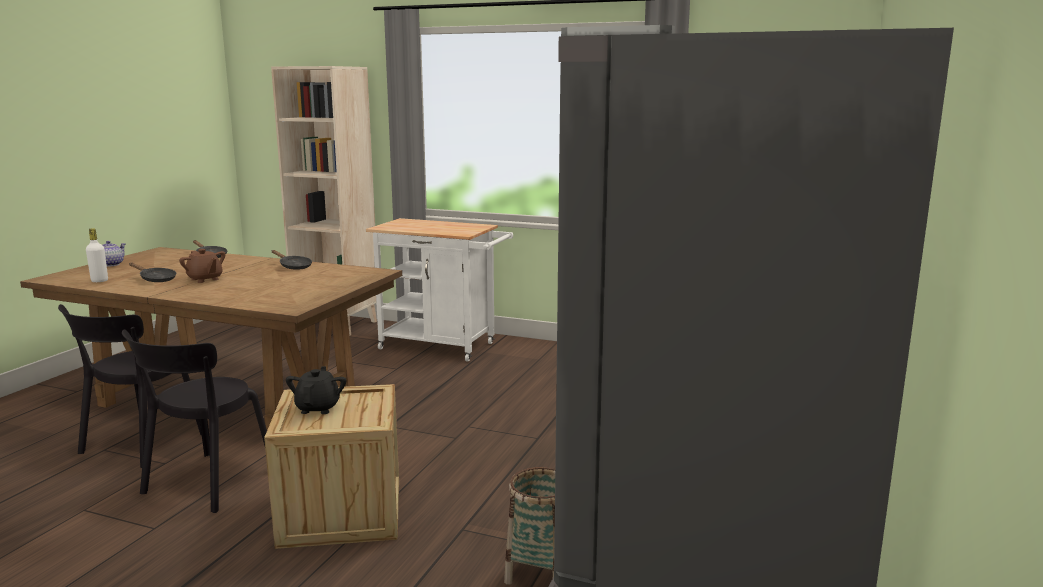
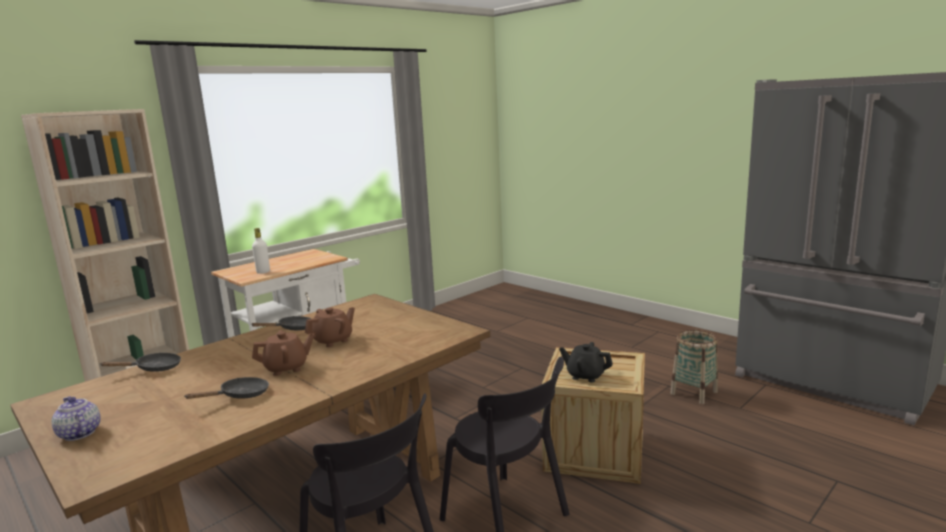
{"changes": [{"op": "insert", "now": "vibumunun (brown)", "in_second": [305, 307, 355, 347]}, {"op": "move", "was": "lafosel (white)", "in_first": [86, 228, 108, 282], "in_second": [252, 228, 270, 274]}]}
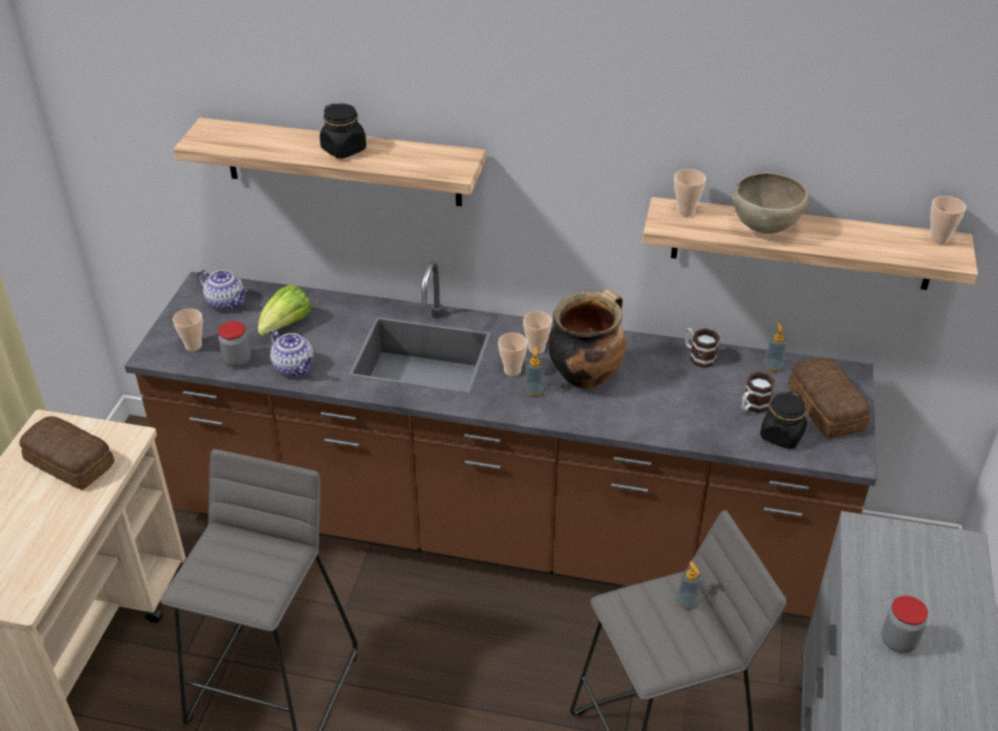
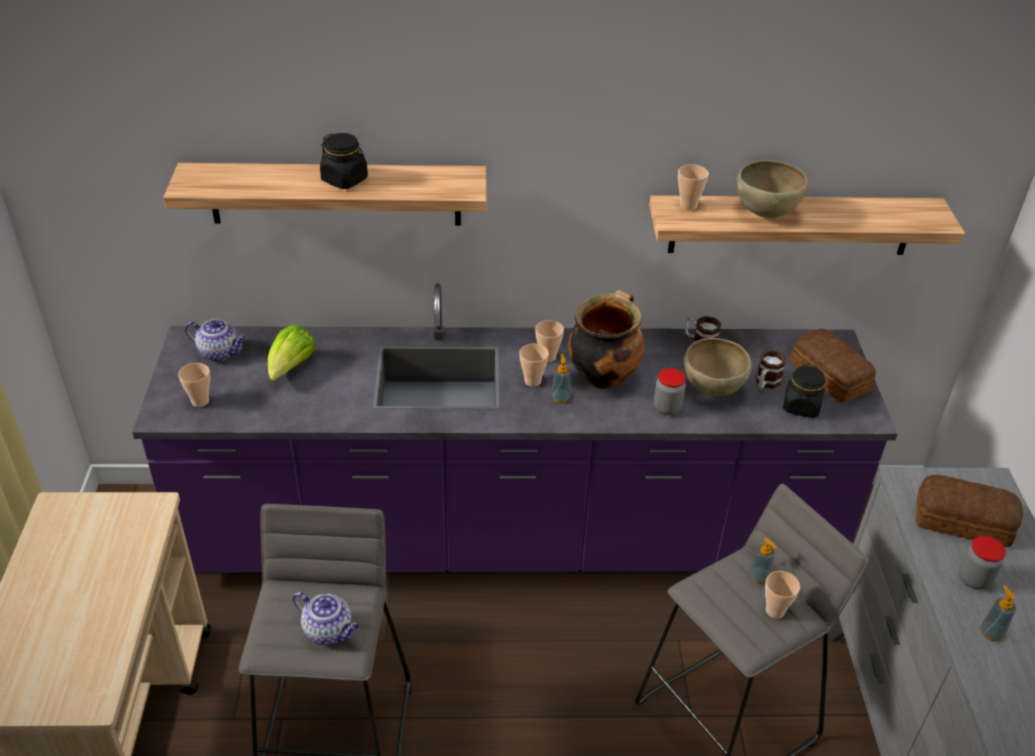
{"changes": [{"op": "insert", "now": "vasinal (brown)", "in_second": [684, 338, 752, 397]}, {"op": "move", "was": "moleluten", "in_first": [19, 416, 115, 490], "in_second": [916, 475, 1023, 547]}, {"op": "move", "was": "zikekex", "in_first": [218, 321, 251, 367], "in_second": [654, 368, 686, 415]}, {"op": "move", "was": "vibumunun", "in_first": [269, 329, 314, 377], "in_second": [293, 592, 359, 646]}, {"op": "move", "was": "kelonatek", "in_first": [764, 323, 787, 372], "in_second": [981, 585, 1016, 641]}, {"op": "move", "was": "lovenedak", "in_first": [930, 196, 966, 245], "in_second": [765, 571, 800, 619]}, {"op": "recolor", "was": "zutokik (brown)", "now": "zutokik (purple)", "in_first": [125, 261, 877, 618], "in_second": [132, 284, 897, 573]}]}
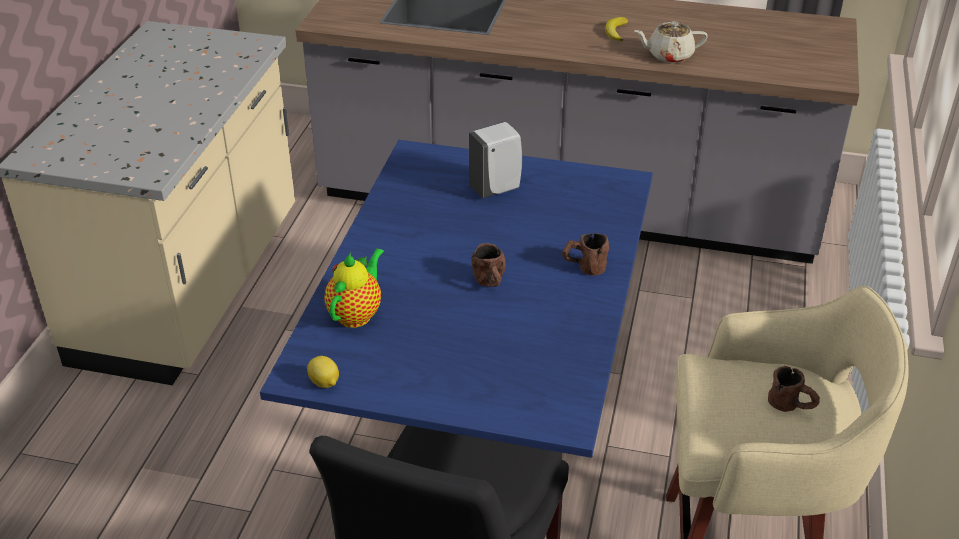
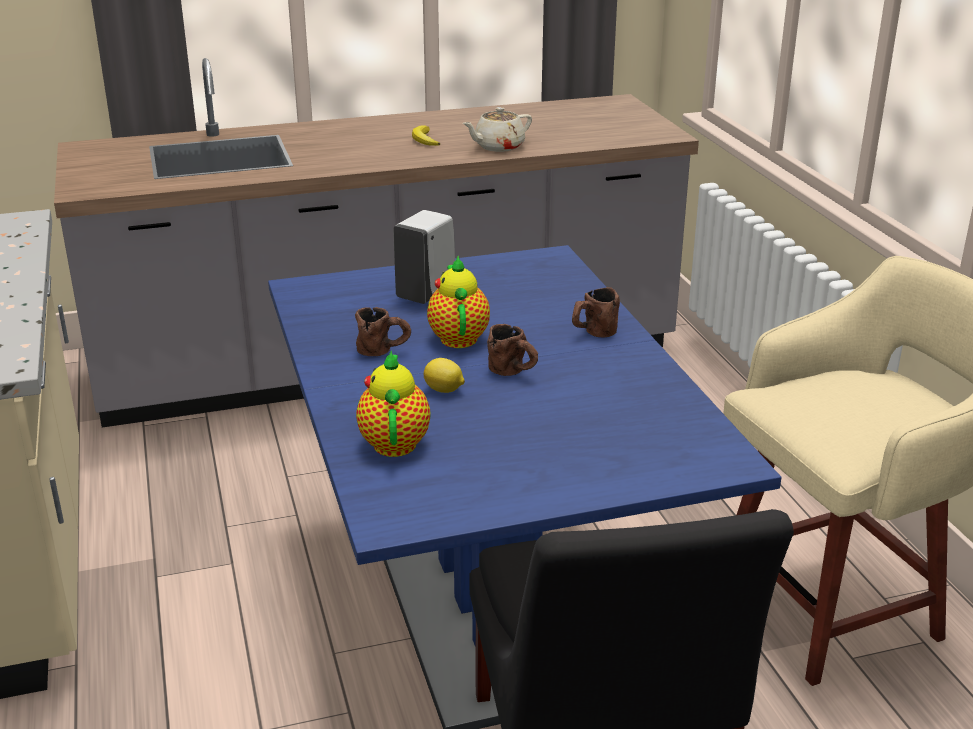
{"changes": [{"op": "insert", "now": "vibumunun", "in_second": [427, 256, 490, 348]}, {"op": "move", "was": "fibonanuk", "in_first": [307, 356, 339, 388], "in_second": [424, 358, 465, 393]}, {"op": "move", "was": "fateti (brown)", "in_first": [768, 366, 820, 412], "in_second": [355, 307, 411, 356]}]}
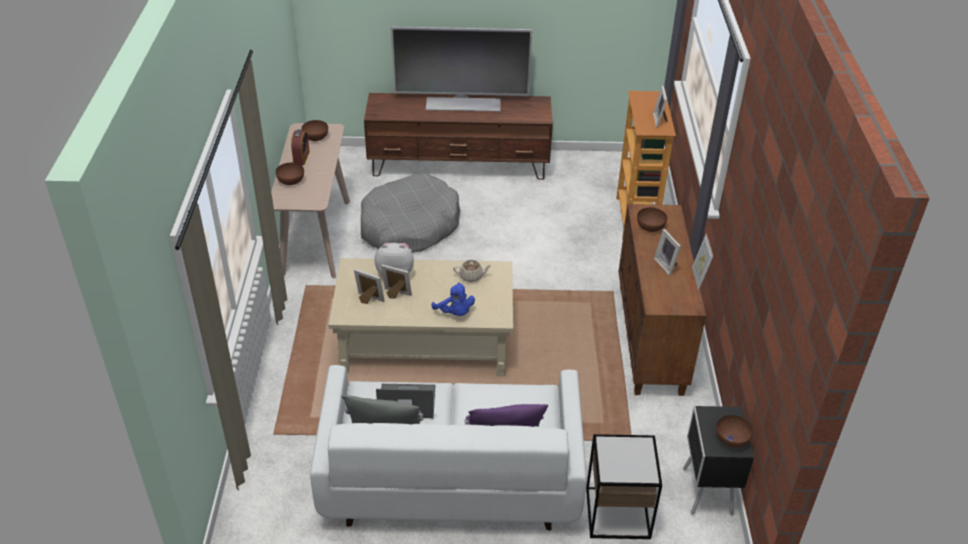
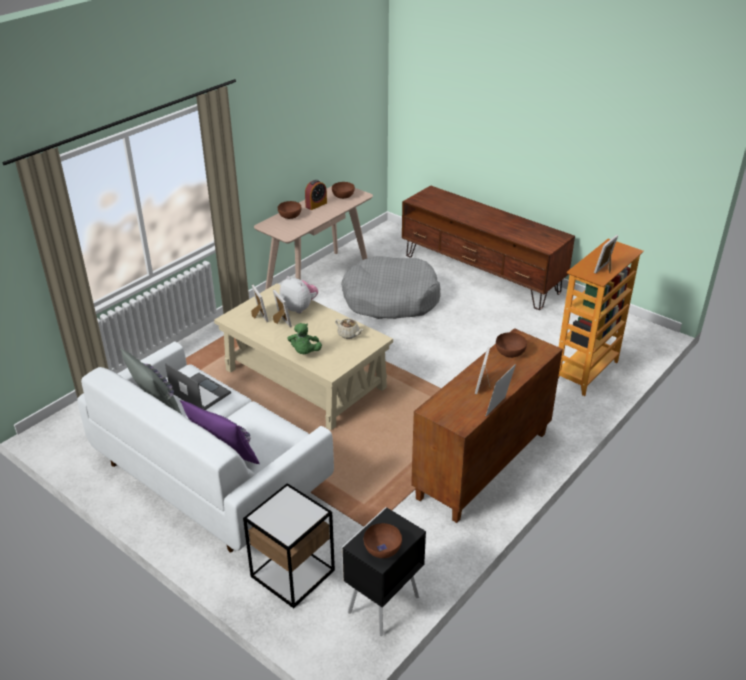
{"changes": [{"op": "delete", "was": "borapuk", "in_first": [391, 26, 533, 112]}, {"op": "recolor", "was": "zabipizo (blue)", "now": "zabipizo (green)", "in_first": [432, 283, 475, 316], "in_second": [288, 323, 322, 354]}]}
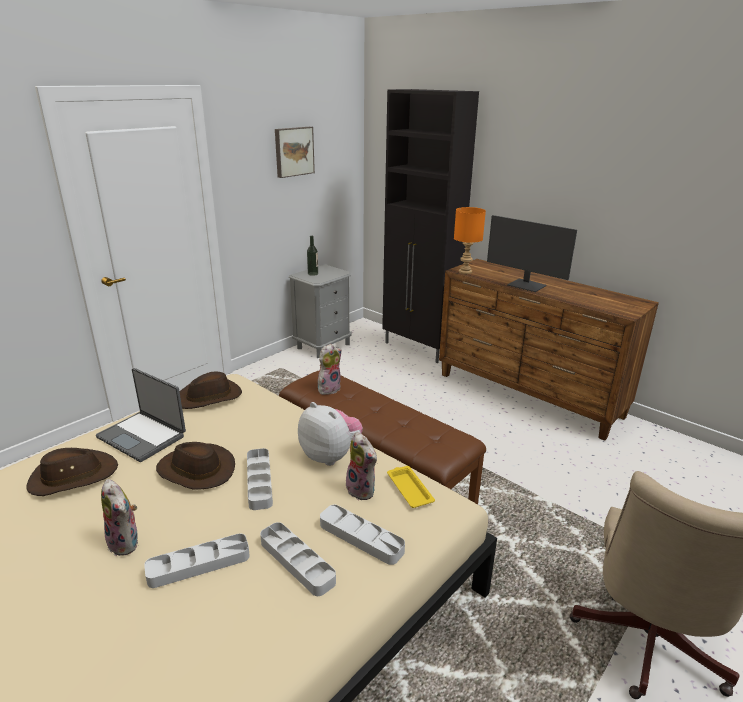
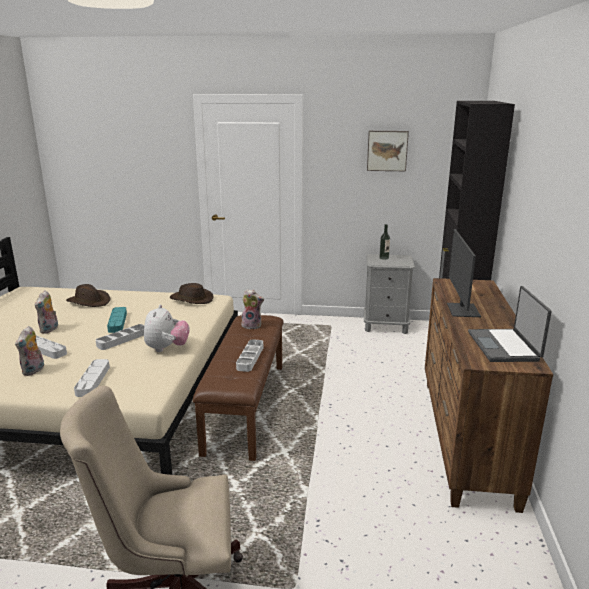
{"changes": [{"op": "delete", "was": "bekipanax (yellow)", "in_first": [387, 466, 435, 508]}, {"op": "delete", "was": "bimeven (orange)", "in_first": [454, 207, 486, 274]}, {"op": "move", "was": "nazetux", "in_first": [96, 368, 186, 462], "in_second": [468, 286, 552, 362]}, {"op": "move", "was": "bekipanax (grey)", "in_first": [260, 522, 336, 596], "in_second": [236, 339, 263, 372]}, {"op": "move", "was": "zabipizo", "in_first": [346, 432, 377, 500], "in_second": [15, 326, 44, 376]}, {"op": "replace", "was": "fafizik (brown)", "now": "bekipanax (turquoise)", "in_first": [156, 442, 235, 489], "in_second": [107, 307, 127, 333]}]}
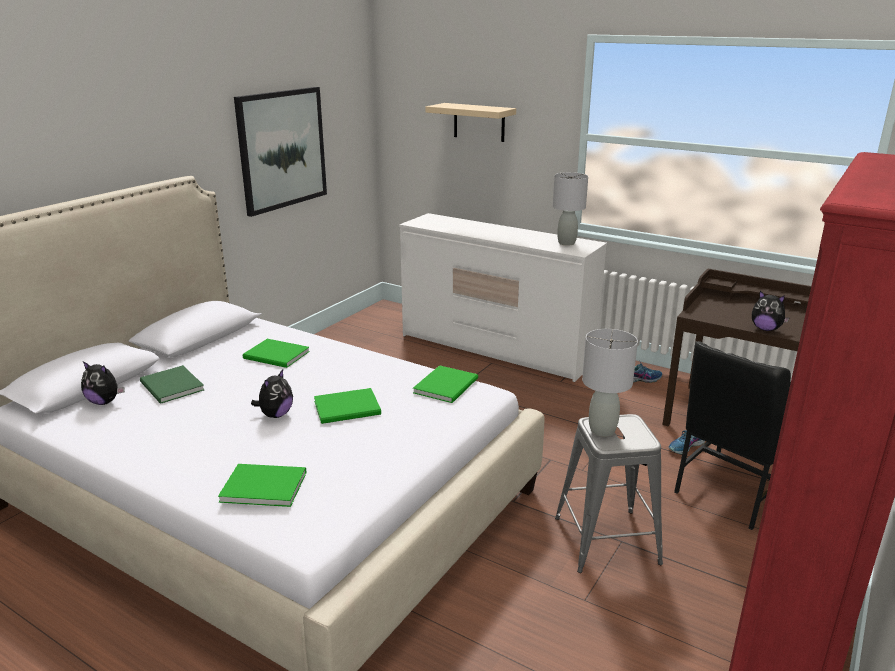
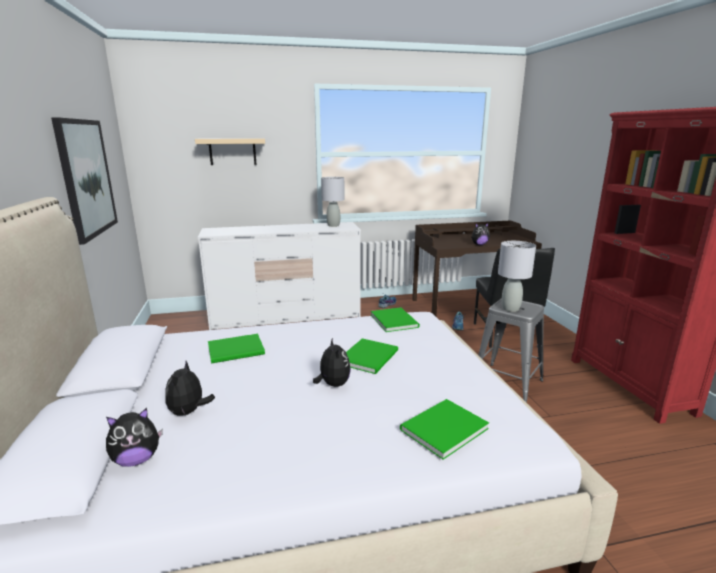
{"changes": [{"op": "replace", "was": "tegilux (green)", "now": "zabipizo", "in_first": [140, 365, 204, 404], "in_second": [165, 361, 215, 416]}]}
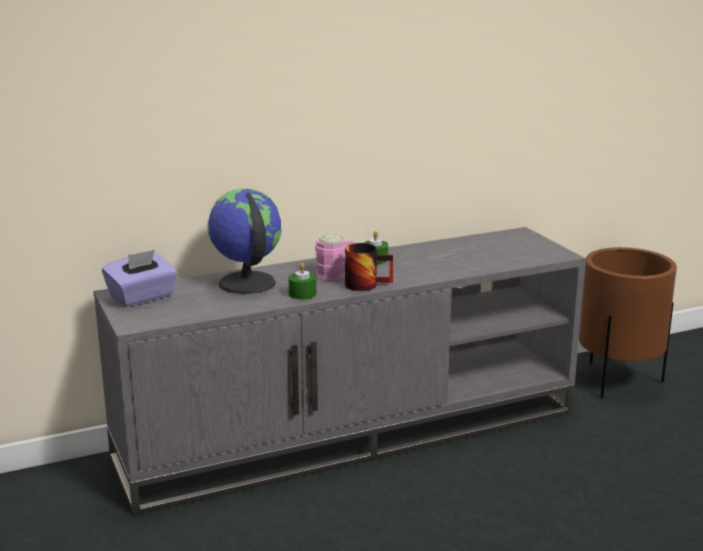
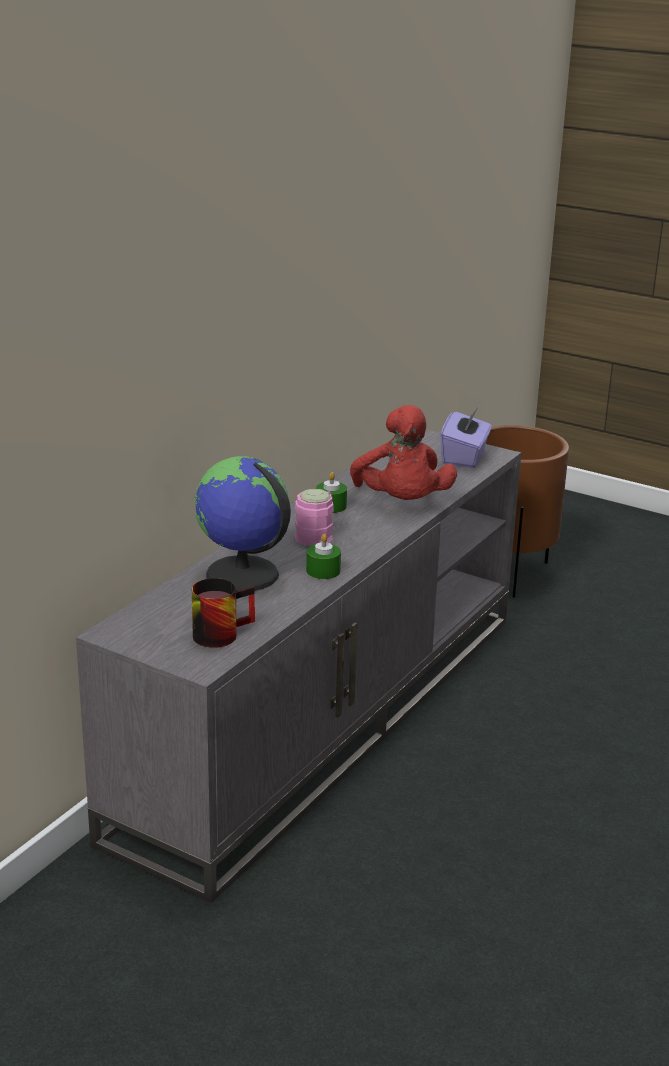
{"changes": [{"op": "insert", "now": "zabipizo (red)", "in_second": [350, 405, 457, 500]}, {"op": "move", "was": "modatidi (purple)", "in_first": [102, 250, 178, 307], "in_second": [440, 406, 492, 468]}, {"op": "move", "was": "fateti", "in_first": [345, 243, 393, 291], "in_second": [192, 578, 255, 648]}]}
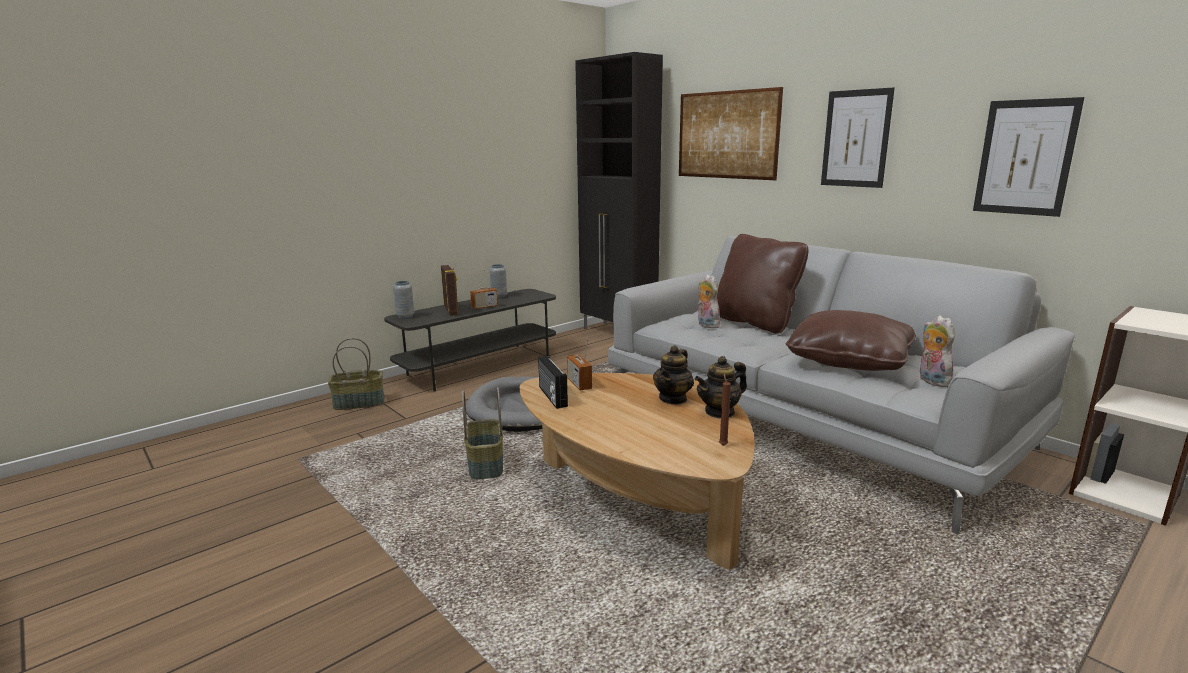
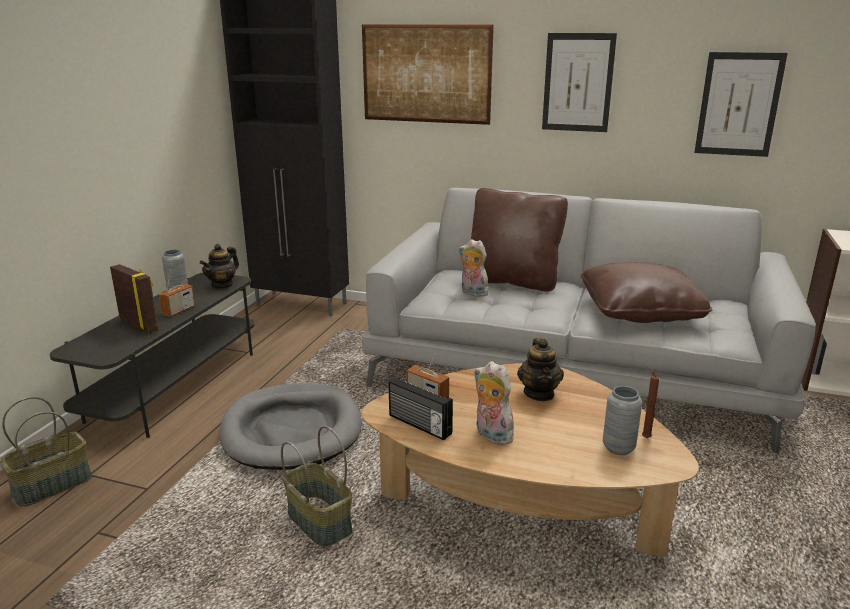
{"changes": [{"op": "move", "was": "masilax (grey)", "in_first": [393, 281, 414, 318], "in_second": [603, 386, 642, 455]}, {"op": "move", "was": "vibumunun", "in_first": [695, 356, 747, 419], "in_second": [200, 244, 239, 289]}, {"op": "move", "was": "zabipizo", "in_first": [920, 315, 955, 387], "in_second": [474, 361, 515, 445]}]}
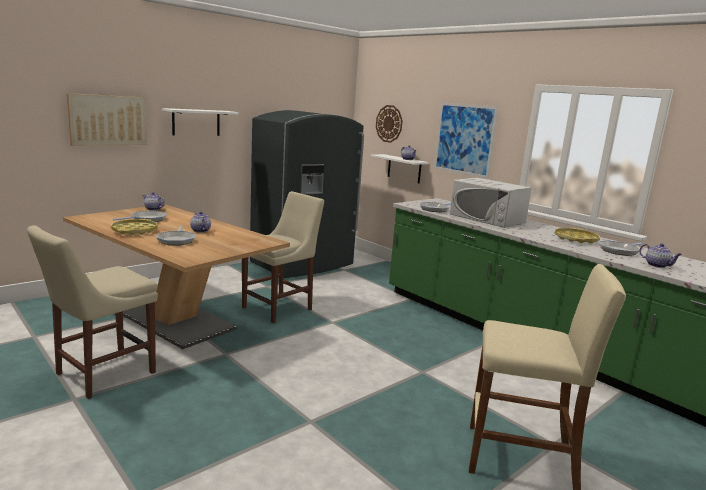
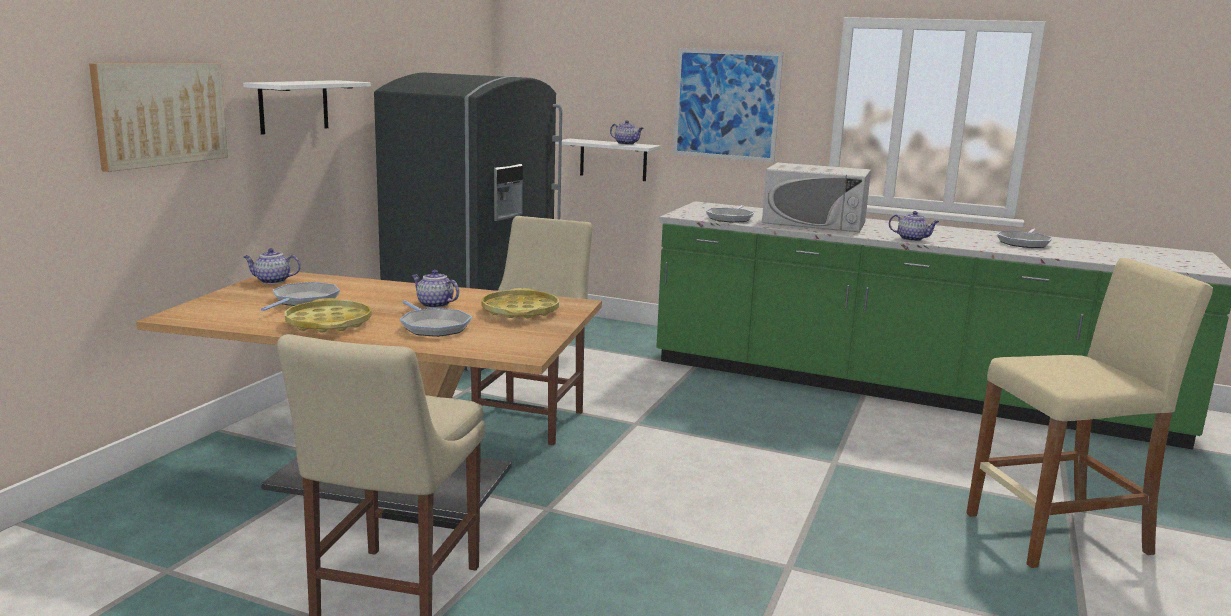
{"changes": [{"op": "delete", "was": "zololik", "in_first": [376, 105, 403, 143]}, {"op": "move", "was": "bekipanax (yellow)", "in_first": [555, 228, 600, 244], "in_second": [481, 288, 559, 318]}, {"op": "move", "was": "vibumunun", "in_first": [639, 243, 682, 268], "in_second": [889, 211, 939, 241]}]}
